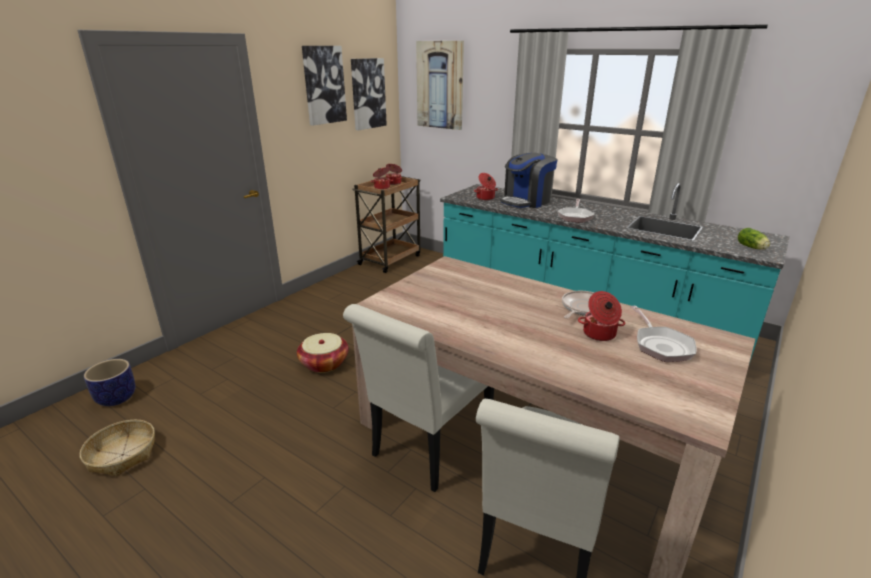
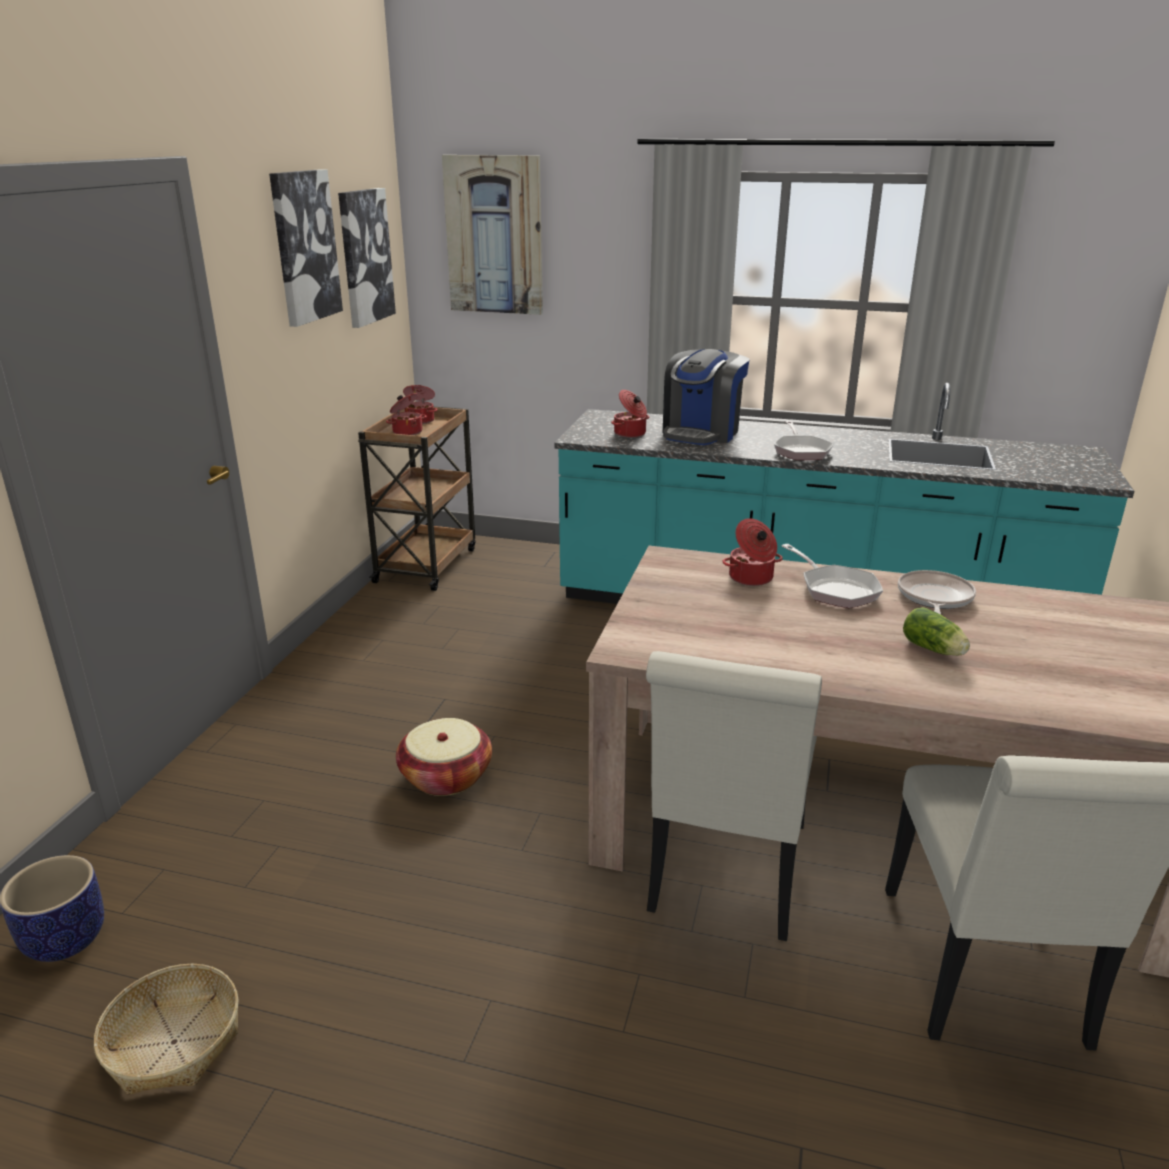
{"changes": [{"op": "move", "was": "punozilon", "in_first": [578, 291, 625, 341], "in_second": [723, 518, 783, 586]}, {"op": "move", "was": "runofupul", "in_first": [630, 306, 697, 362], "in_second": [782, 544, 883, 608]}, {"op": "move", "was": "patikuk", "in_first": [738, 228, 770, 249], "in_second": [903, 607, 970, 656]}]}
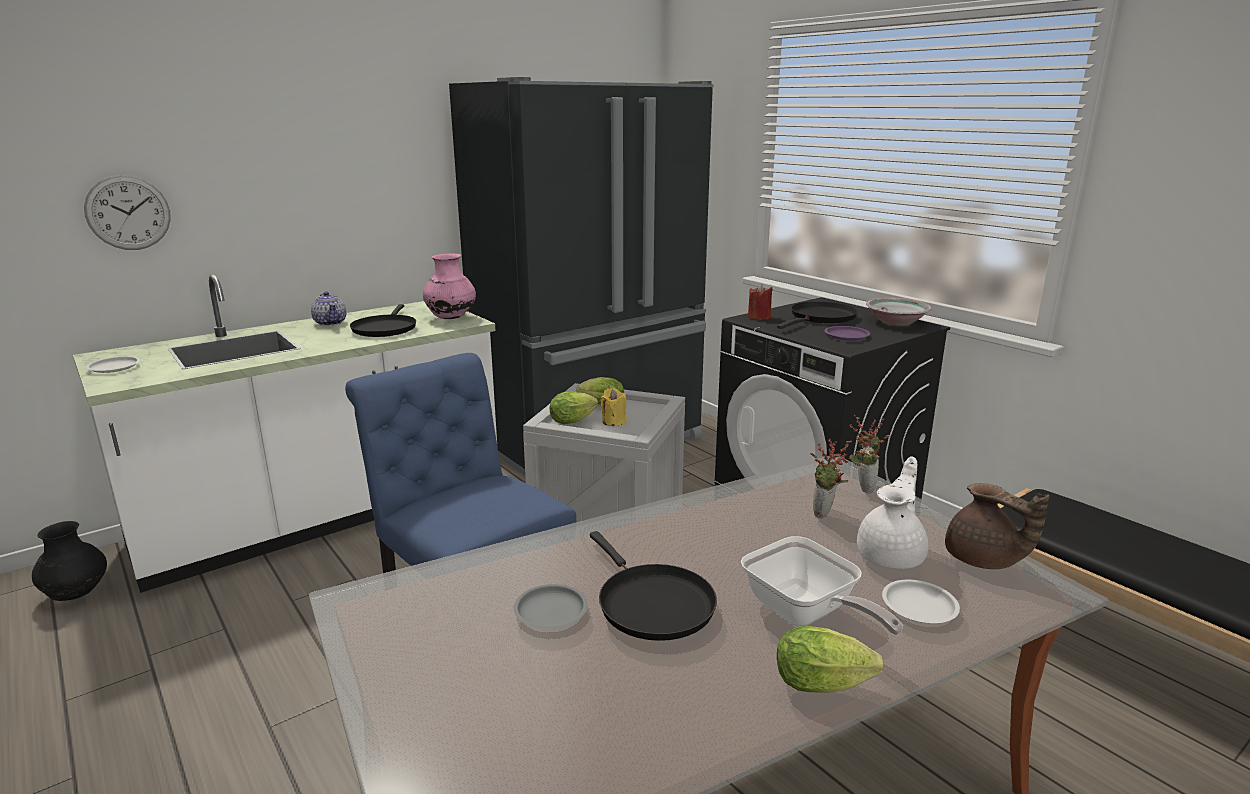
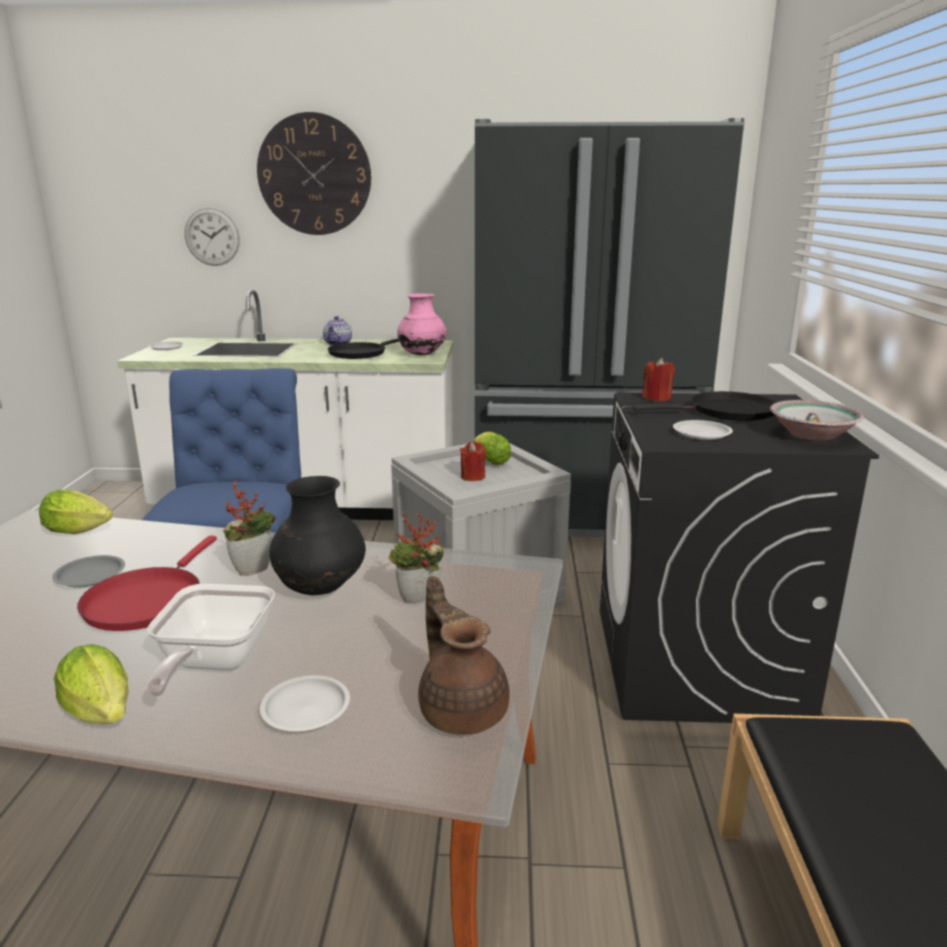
{"changes": [{"op": "delete", "was": "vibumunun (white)", "in_first": [857, 456, 928, 569]}, {"op": "insert", "now": "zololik", "in_second": [257, 112, 371, 235]}, {"op": "move", "was": "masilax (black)", "in_first": [32, 521, 107, 601], "in_second": [269, 476, 366, 595]}, {"op": "move", "was": "patikuk", "in_first": [550, 392, 598, 424], "in_second": [39, 489, 113, 534]}, {"op": "move", "was": "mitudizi", "in_first": [849, 415, 890, 494], "in_second": [223, 481, 276, 576]}, {"op": "recolor", "was": "runofupul (black)", "now": "runofupul (red)", "in_first": [590, 531, 717, 641], "in_second": [77, 535, 217, 631]}, {"op": "recolor", "was": "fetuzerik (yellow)", "now": "fetuzerik (red)", "in_first": [601, 388, 627, 426], "in_second": [460, 441, 486, 481]}, {"op": "recolor", "was": "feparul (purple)", "now": "feparul (white)", "in_first": [825, 326, 870, 340], "in_second": [673, 420, 733, 440]}, {"op": "rotate", "was": "vibumunun (brown)", "in_first": [945, 483, 1050, 569], "in_second": [418, 576, 510, 735], "clockwise": 150}]}
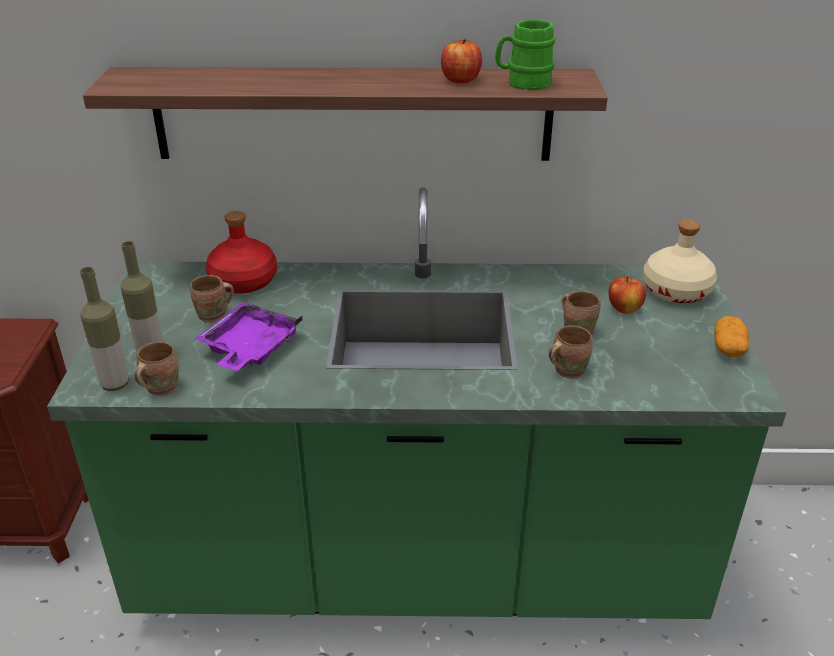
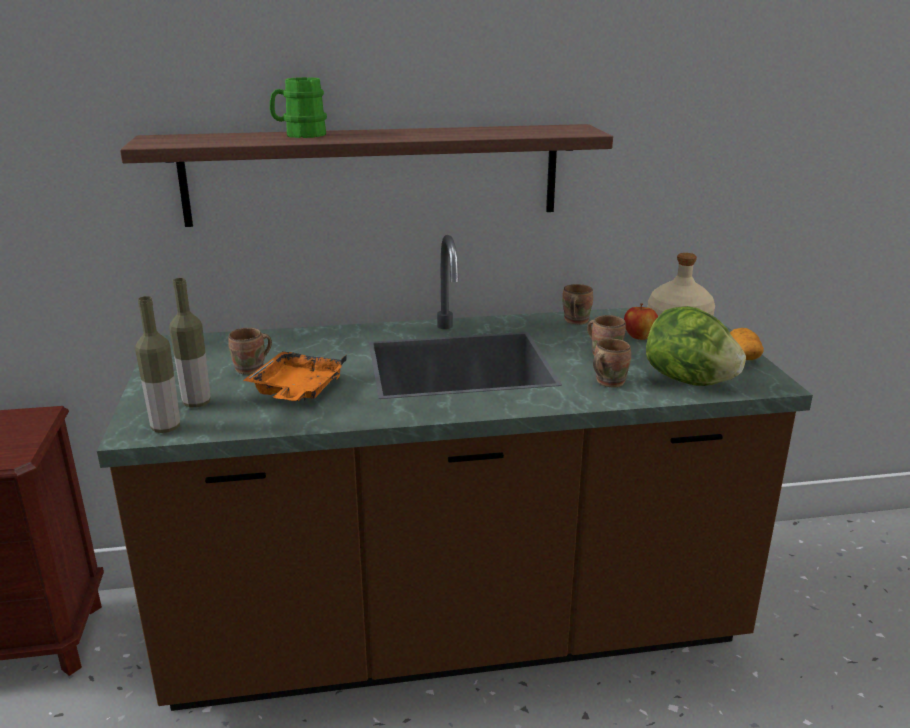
{"changes": [{"op": "delete", "was": "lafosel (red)", "in_first": [206, 211, 277, 294]}, {"op": "delete", "was": "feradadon", "in_first": [441, 39, 482, 83]}, {"op": "insert", "now": "patikuk", "in_second": [646, 306, 746, 386]}, {"op": "move", "was": "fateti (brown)", "in_first": [135, 342, 179, 396], "in_second": [562, 284, 593, 325]}, {"op": "move", "was": "fateti (green)", "in_first": [495, 20, 555, 90], "in_second": [270, 77, 327, 138]}, {"op": "recolor", "was": "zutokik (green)", "now": "zutokik (brown)", "in_first": [47, 188, 787, 619], "in_second": [97, 235, 813, 711]}, {"op": "recolor", "was": "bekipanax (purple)", "now": "bekipanax (orange)", "in_first": [195, 302, 303, 371], "in_second": [243, 351, 347, 401]}]}
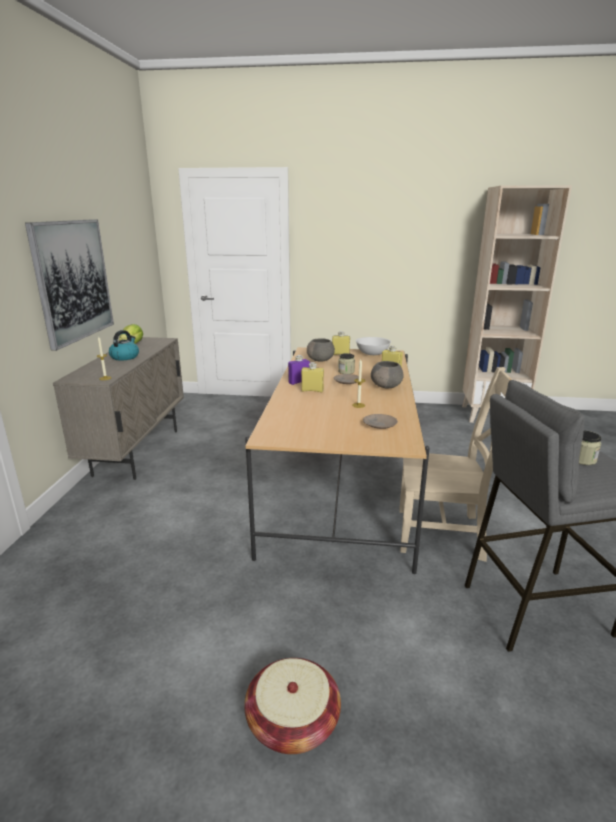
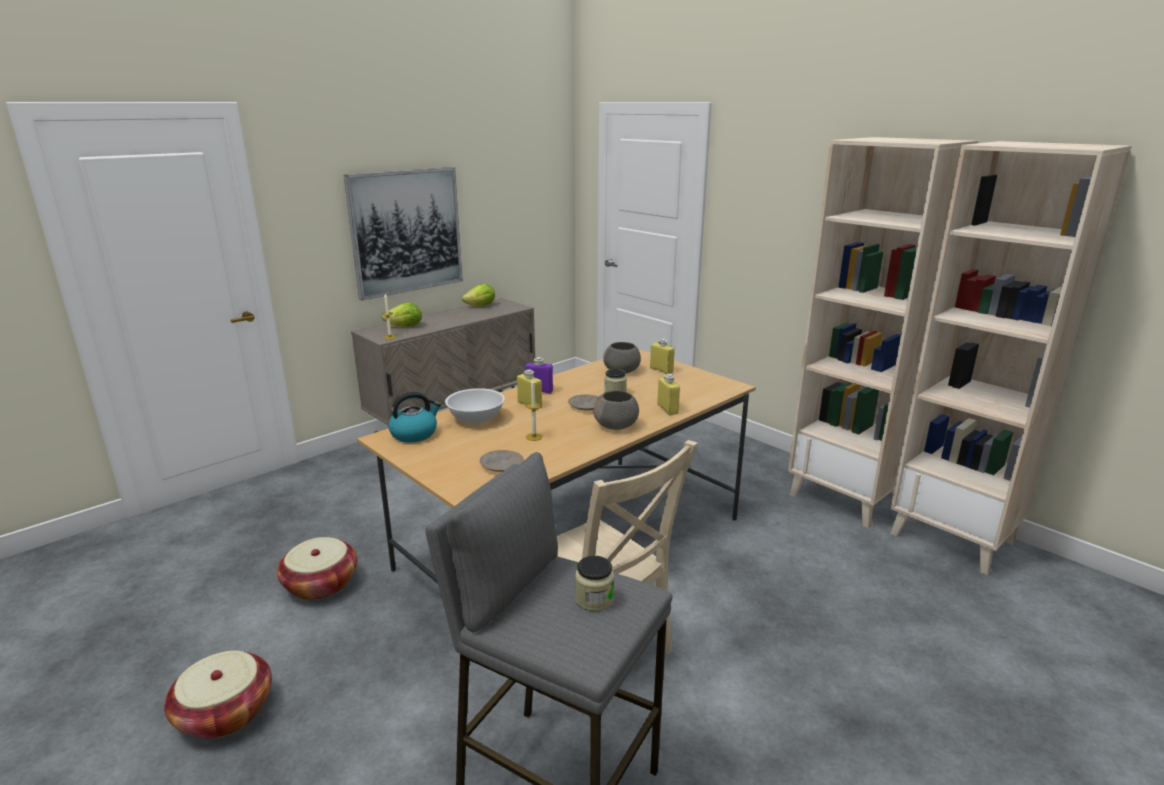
{"changes": [{"op": "insert", "now": "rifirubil", "in_second": [277, 537, 358, 600]}, {"op": "insert", "now": "patikuk", "in_second": [382, 303, 422, 327]}, {"op": "insert", "now": "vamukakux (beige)", "in_second": [788, 137, 979, 529]}, {"op": "move", "was": "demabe", "in_first": [109, 330, 139, 361], "in_second": [388, 392, 441, 443]}, {"op": "move", "was": "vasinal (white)", "in_first": [356, 337, 391, 355], "in_second": [445, 388, 505, 424]}]}
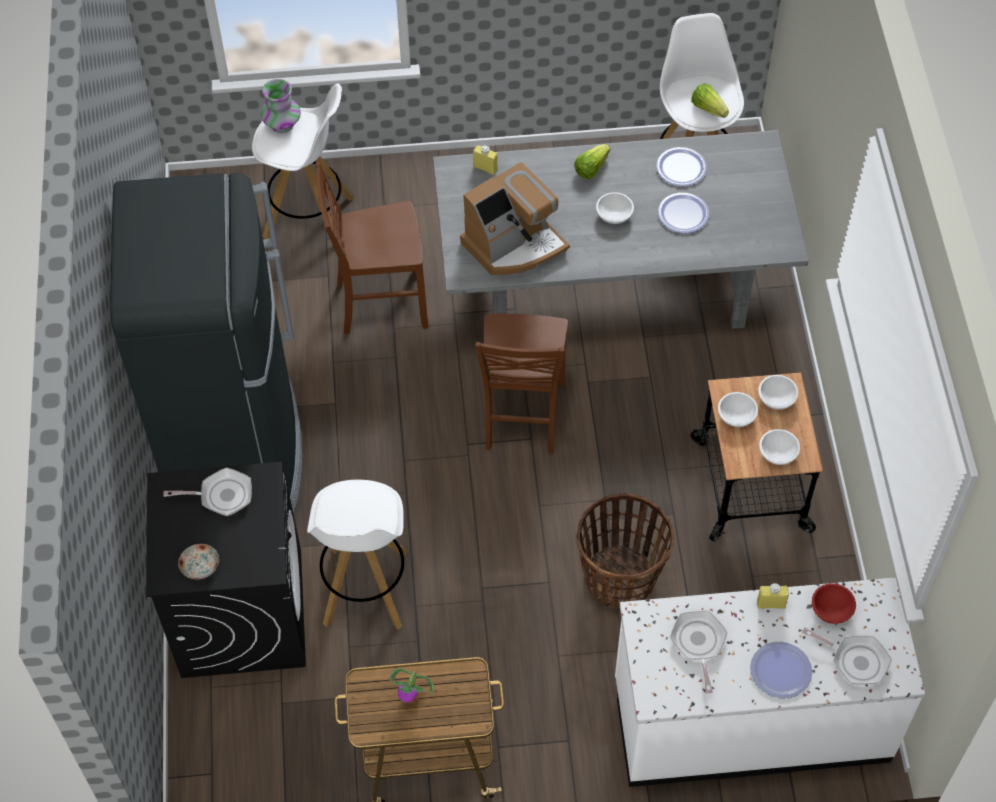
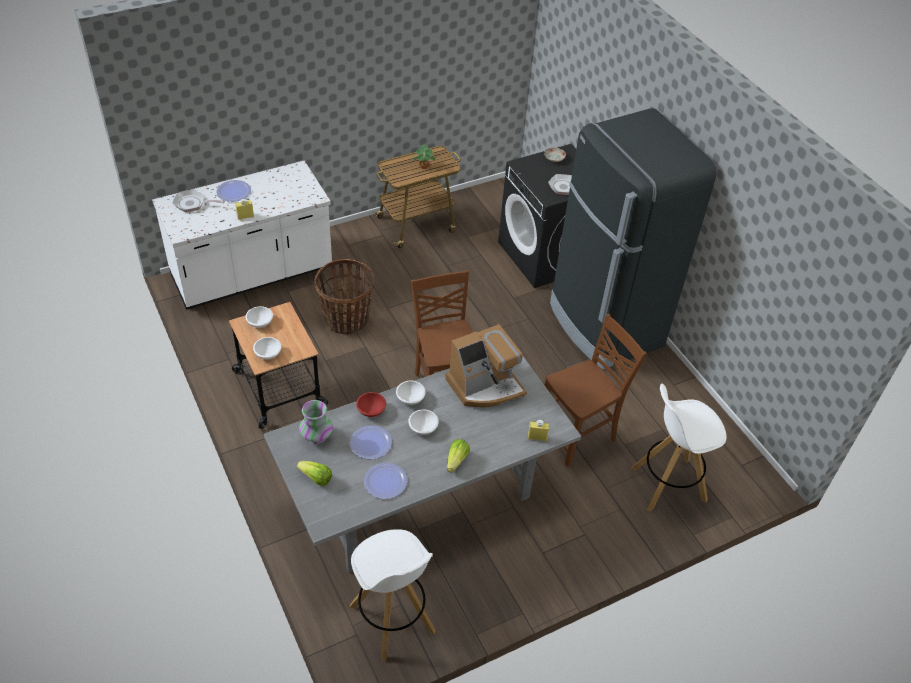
{"changes": [{"op": "delete", "was": "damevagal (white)", "in_first": [307, 480, 408, 630]}, {"op": "delete", "was": "runofupul", "in_first": [670, 611, 727, 693]}, {"op": "move", "was": "masilax", "in_first": [261, 79, 301, 133], "in_second": [299, 400, 333, 444]}, {"op": "move", "was": "patikuk", "in_first": [691, 84, 729, 118], "in_second": [297, 461, 332, 486]}, {"op": "move", "was": "vasinal (white)", "in_first": [718, 392, 758, 427], "in_second": [396, 381, 426, 405]}, {"op": "move", "was": "vasinal (red)", "in_first": [812, 583, 856, 624], "in_second": [356, 392, 386, 417]}, {"op": "rotate", "was": "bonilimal", "in_first": [460, 162, 570, 275], "in_second": [445, 324, 527, 407], "clockwise": -150}]}
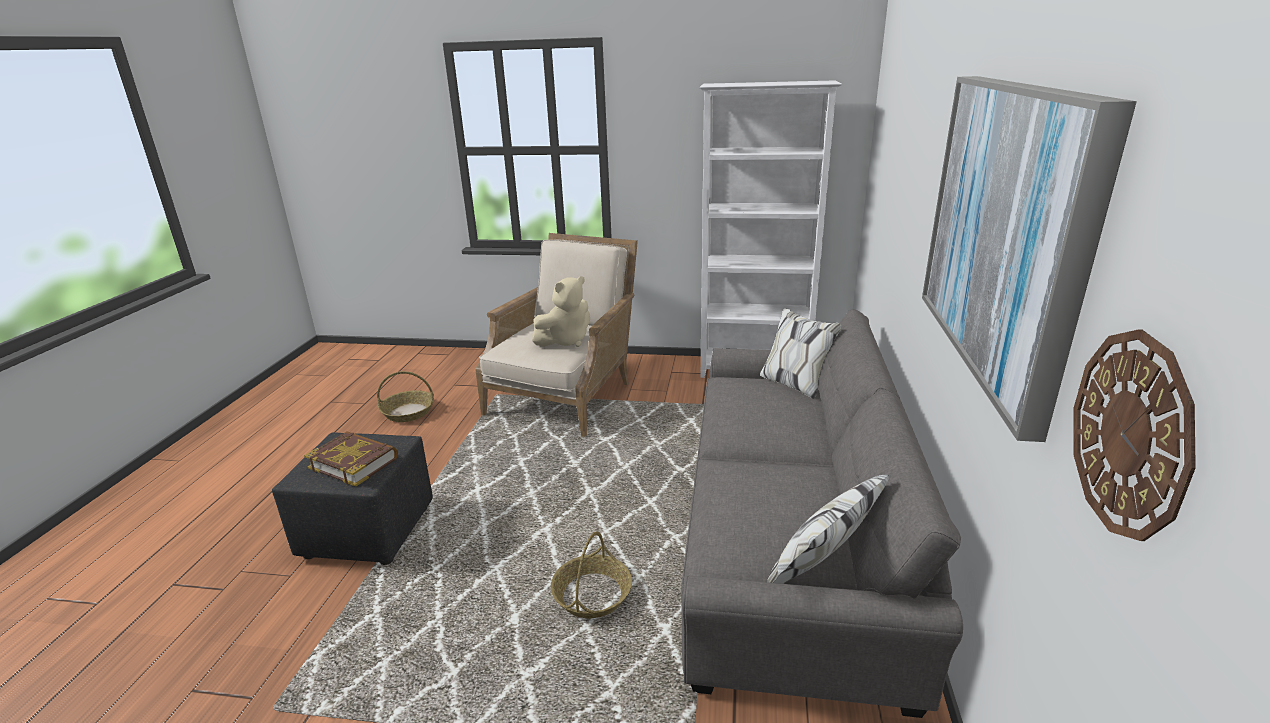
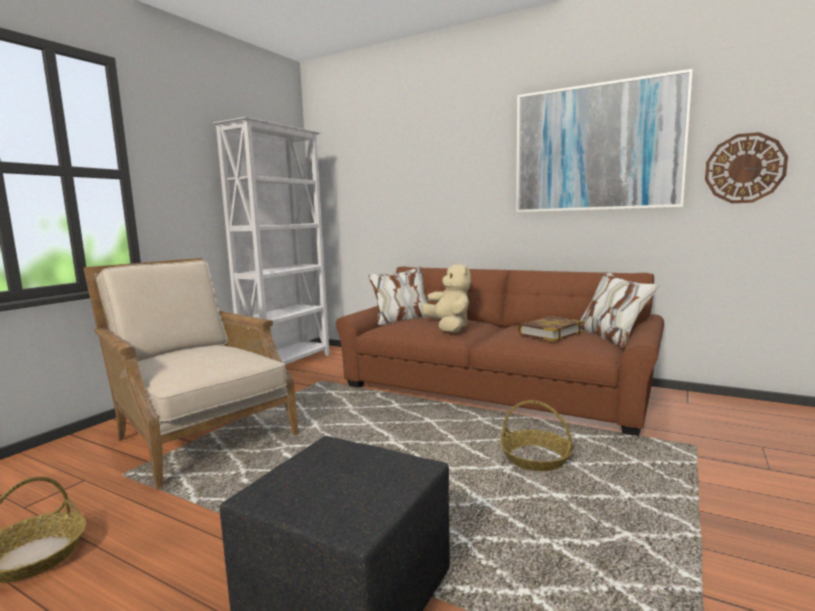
{"changes": [{"op": "move", "was": "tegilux", "in_first": [304, 431, 398, 486], "in_second": [518, 316, 584, 341]}, {"op": "move", "was": "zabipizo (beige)", "in_first": [532, 276, 590, 347], "in_second": [421, 263, 471, 332]}, {"op": "recolor", "was": "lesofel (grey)", "now": "lesofel (brown)", "in_first": [681, 308, 963, 718], "in_second": [336, 266, 664, 436]}]}
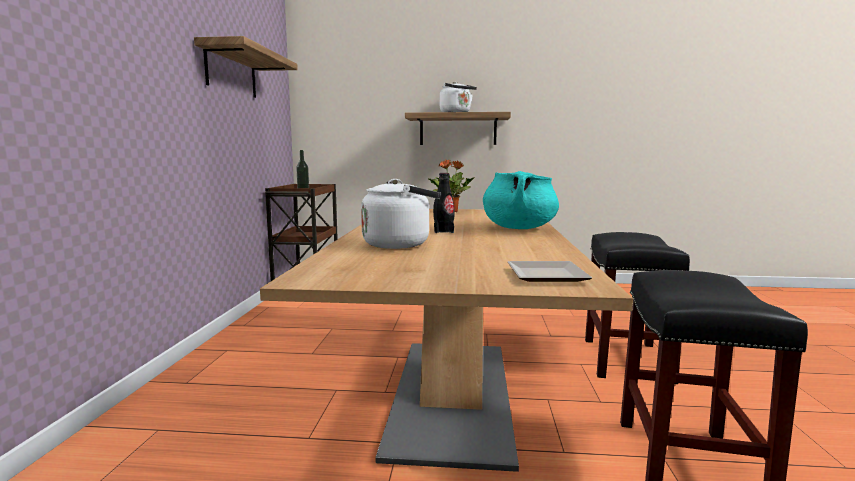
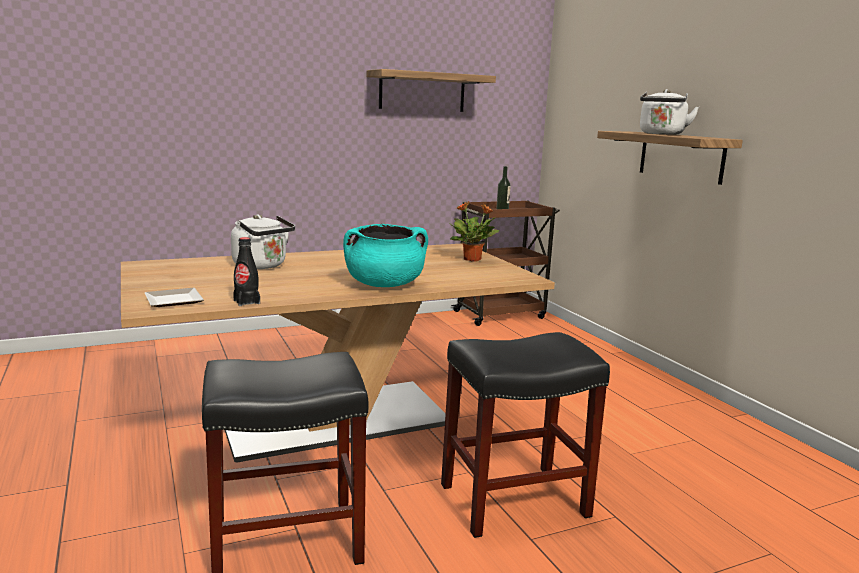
{"changes": [{"op": "move", "was": "lafosel (black)", "in_first": [433, 173, 455, 233], "in_second": [233, 237, 260, 306]}]}
